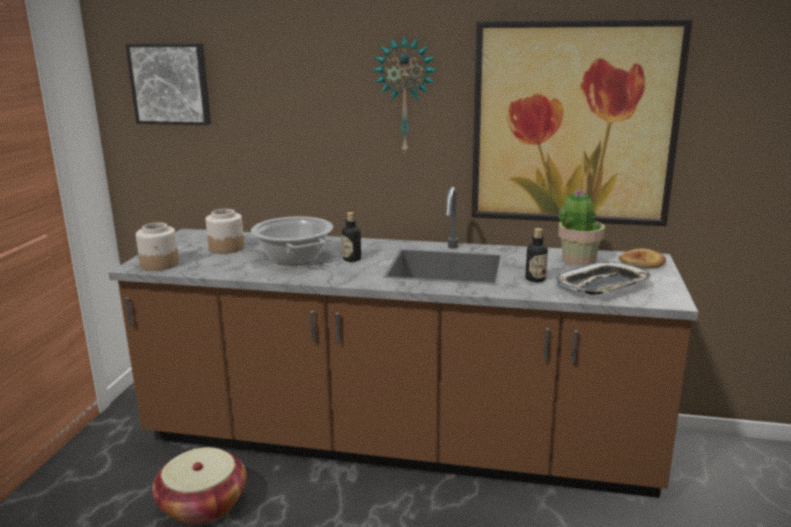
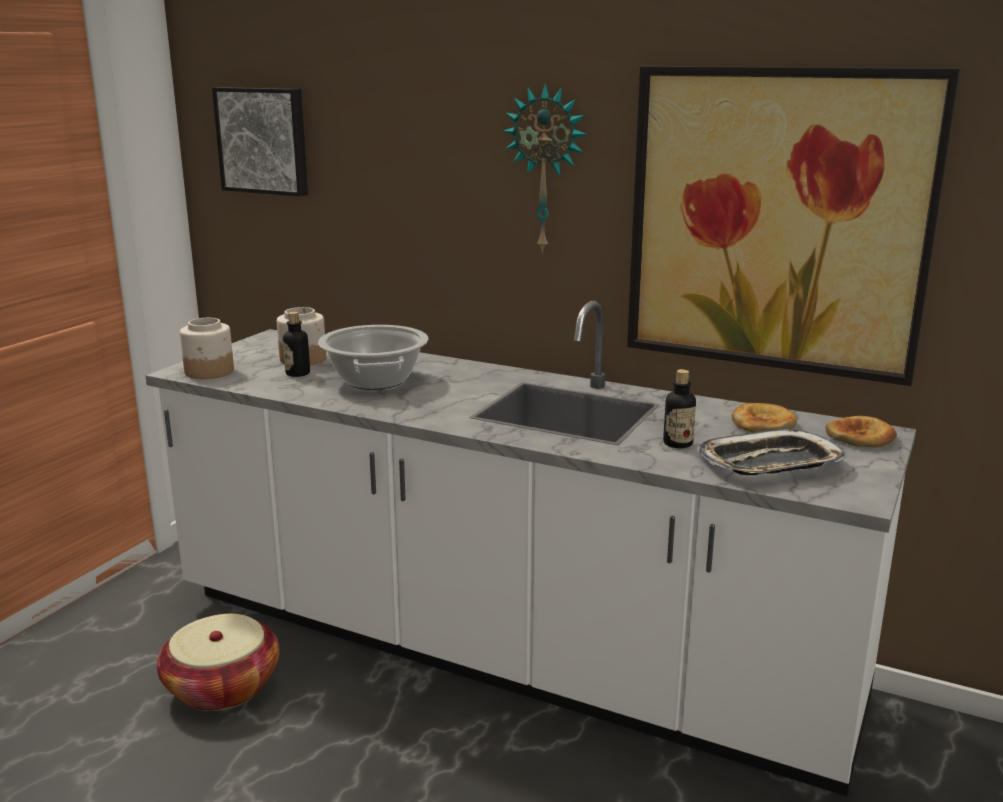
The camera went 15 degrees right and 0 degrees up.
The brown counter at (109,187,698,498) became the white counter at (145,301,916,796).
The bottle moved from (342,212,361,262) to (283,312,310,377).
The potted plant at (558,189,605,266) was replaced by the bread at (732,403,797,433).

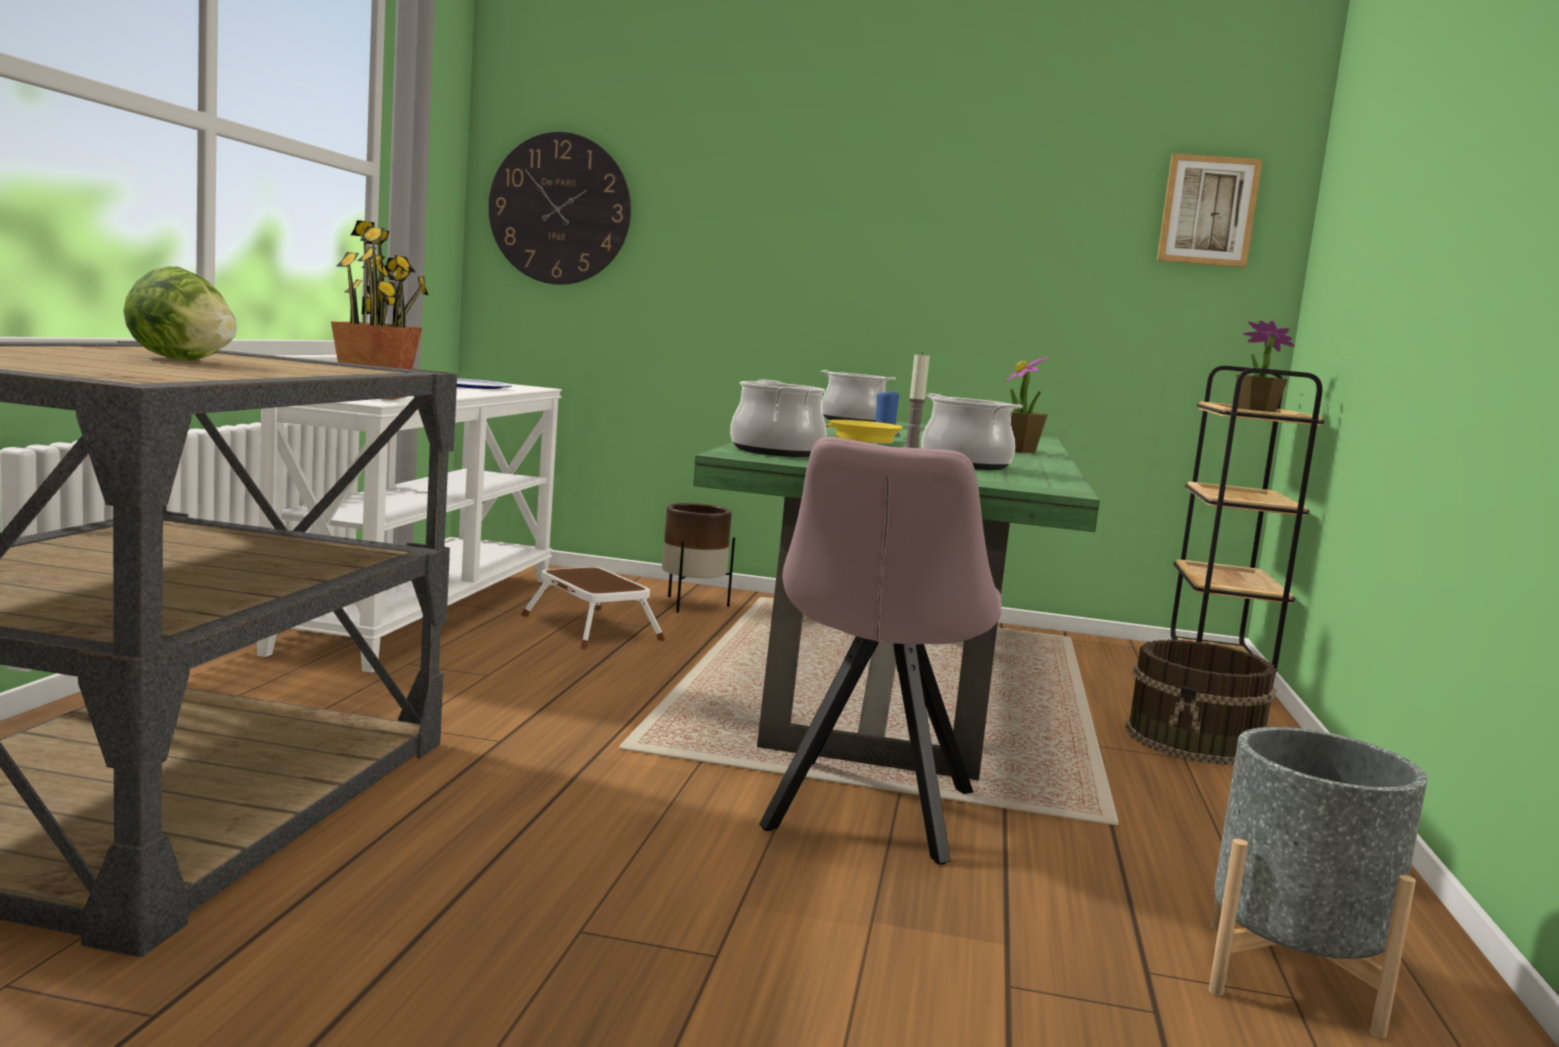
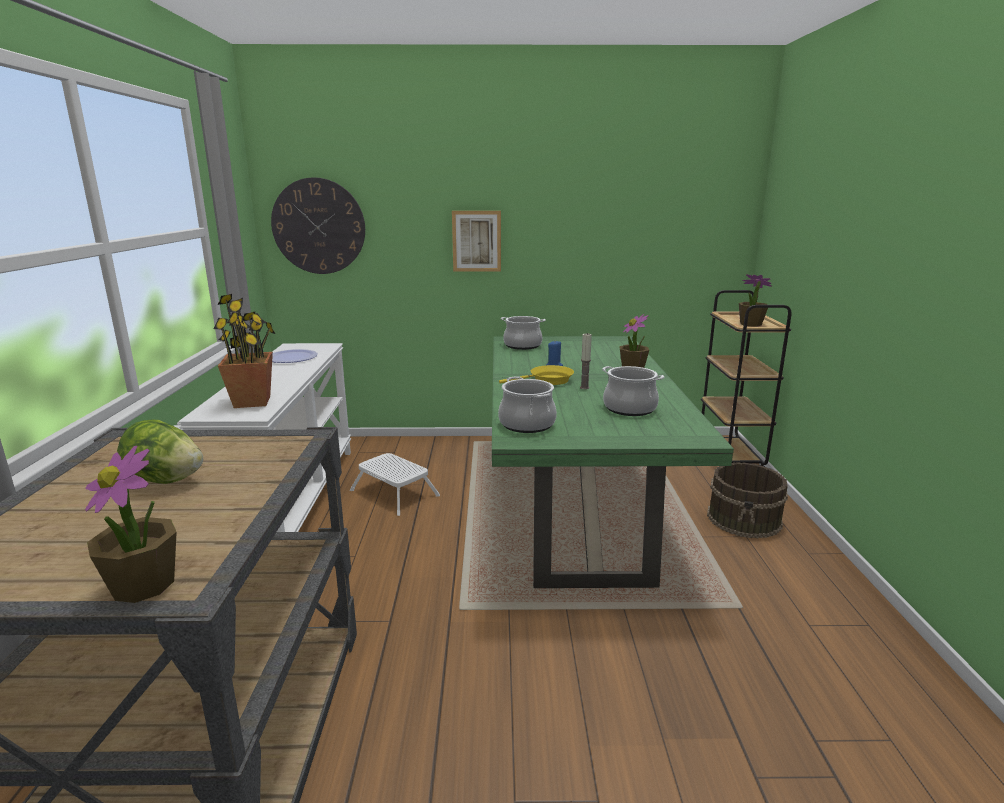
The camera went 10 degrees left and 10 degrees up.
The potted plant at (85,446,177,603) appeared.
The brown step ladder at (521,567,665,649) became the white step ladder at (350,453,440,516).
The picture moved from (1157,154,1263,268) to (452,211,501,272).
The brown planter at (662,503,735,613) disappeared.
The pink chair at (759,437,1002,865) disappeared.
The grey planter at (1209,727,1427,1038) disappeared.

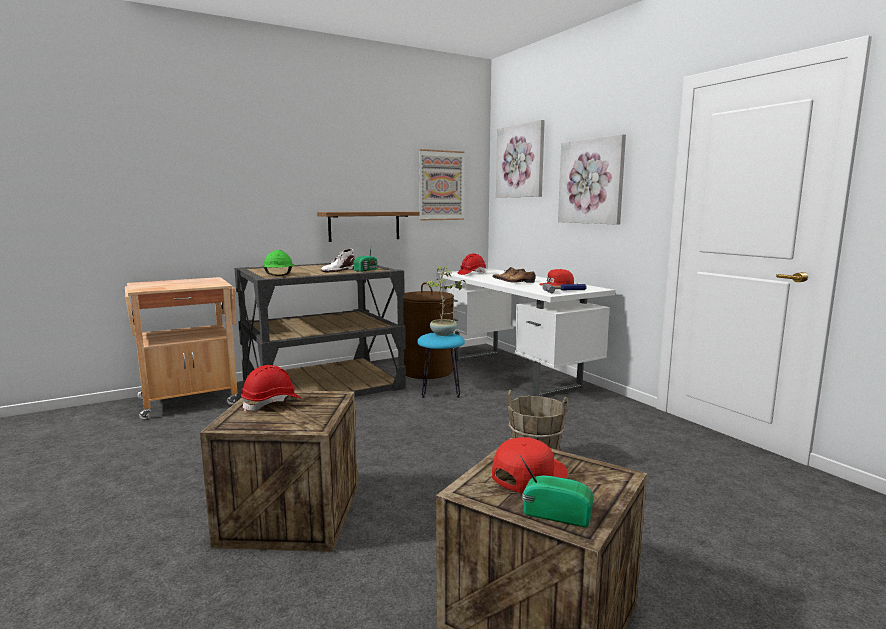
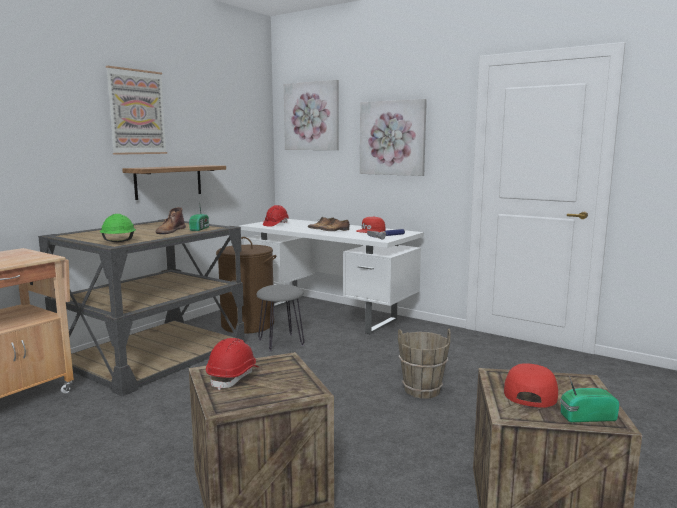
The camera went 25 degrees left and 0 degrees up.
The picture moved from (419,149,464,220) to (106,66,167,155).
The white boot at (321,249,355,273) became the brown boot at (155,207,186,234).
The turquoise stool at (417,333,465,398) became the grey stool at (256,284,304,351).
The potted plant at (426,266,466,336) disappeared.

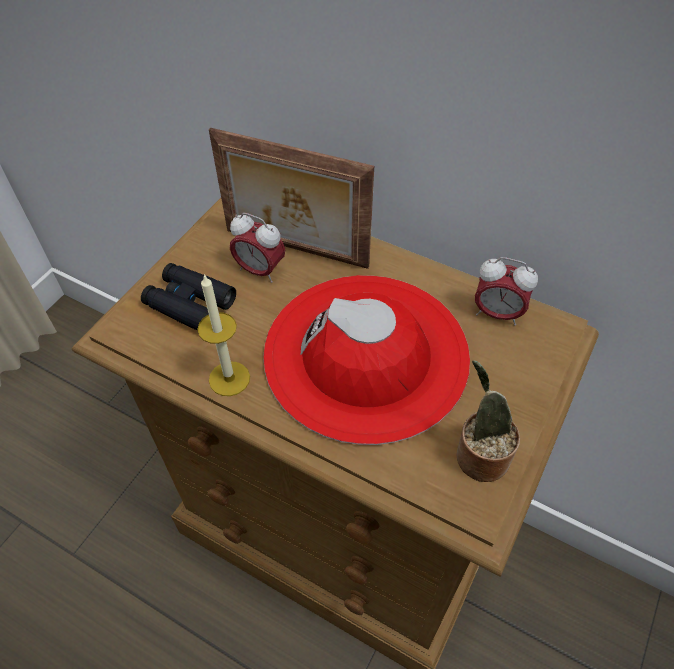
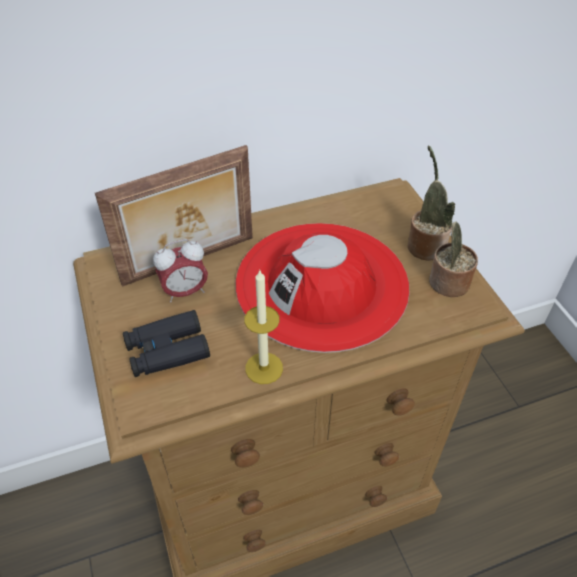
The camera went 50 degrees left and 5 degrees down.
The potted plant at (408,145,452,261) appeared.
The alarm clock at (475,257,538,325) disappeared.

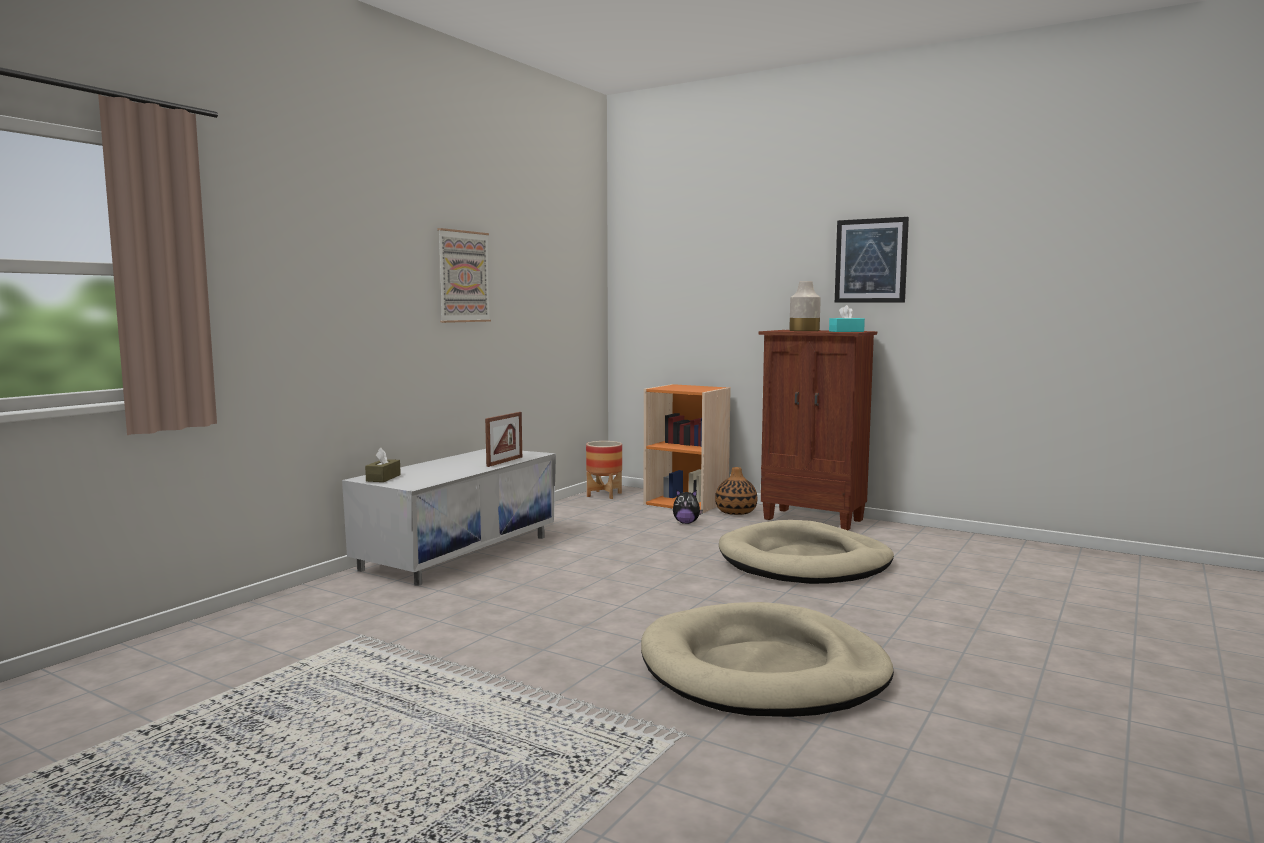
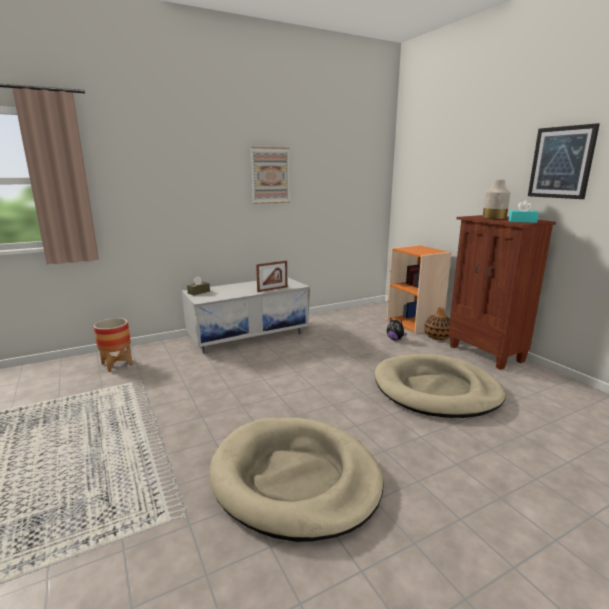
The camera went 30 degrees right and 10 degrees up.
The planter moved from (586,441,622,499) to (94,318,133,372).

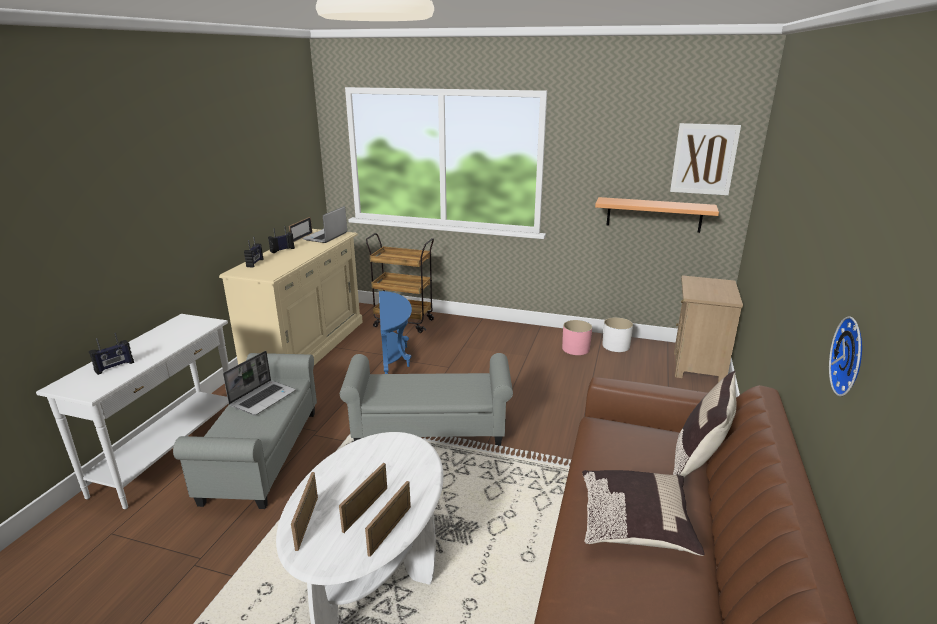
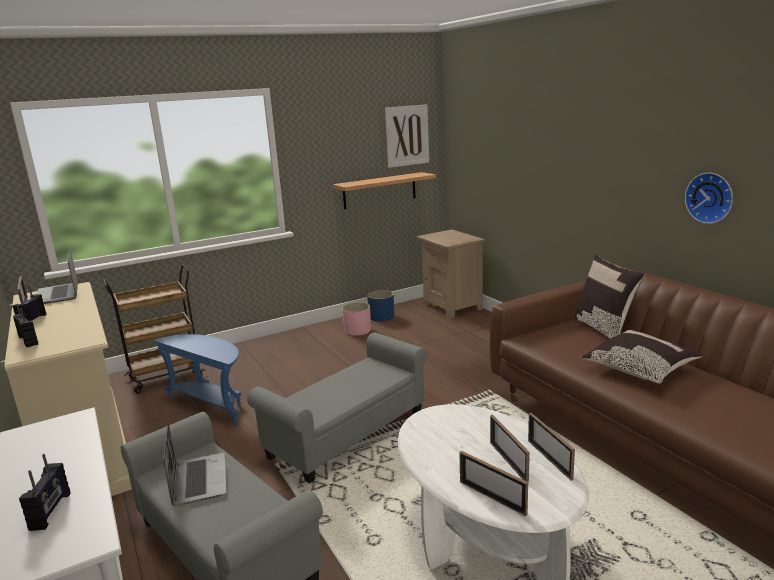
The camera went 45 degrees left and 5 degrees down.
The white planter at (602,317,633,352) became the blue planter at (367,290,394,321).

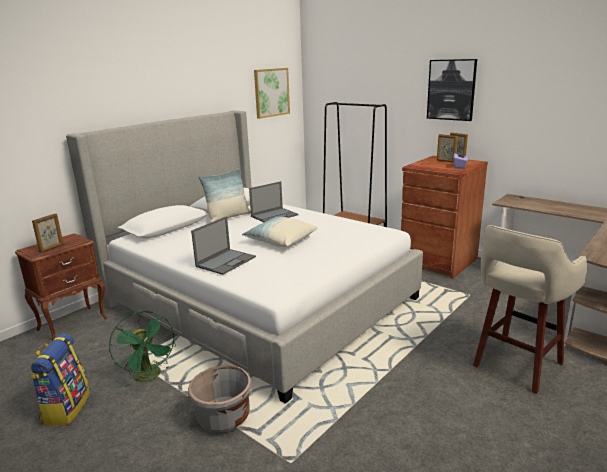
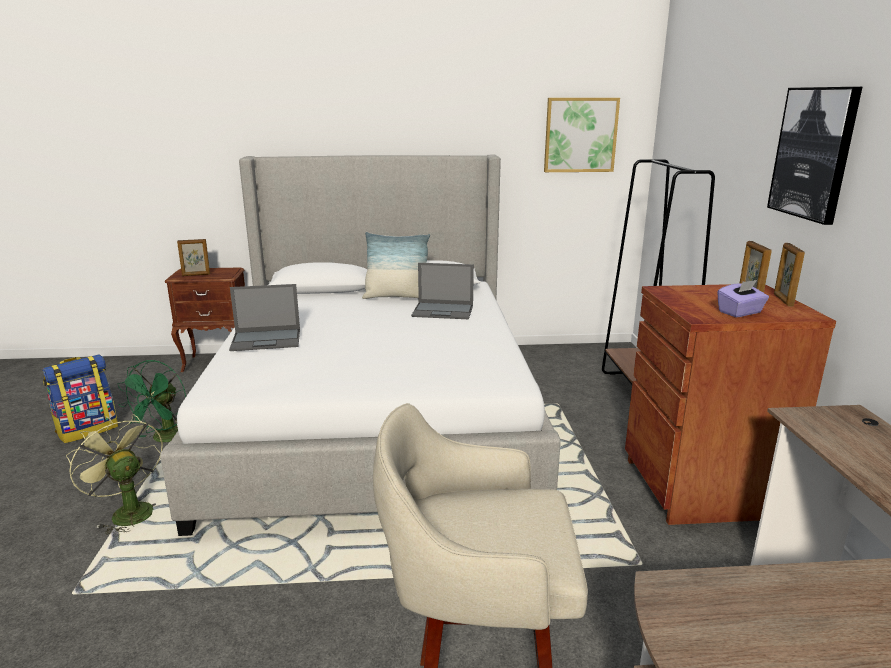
The camera went 45 degrees right and 0 degrees up.
The grey planter at (188,365,252,433) was replaced by the green fan at (66,414,163,534).
The pillow at (242,217,318,247) disappeared.

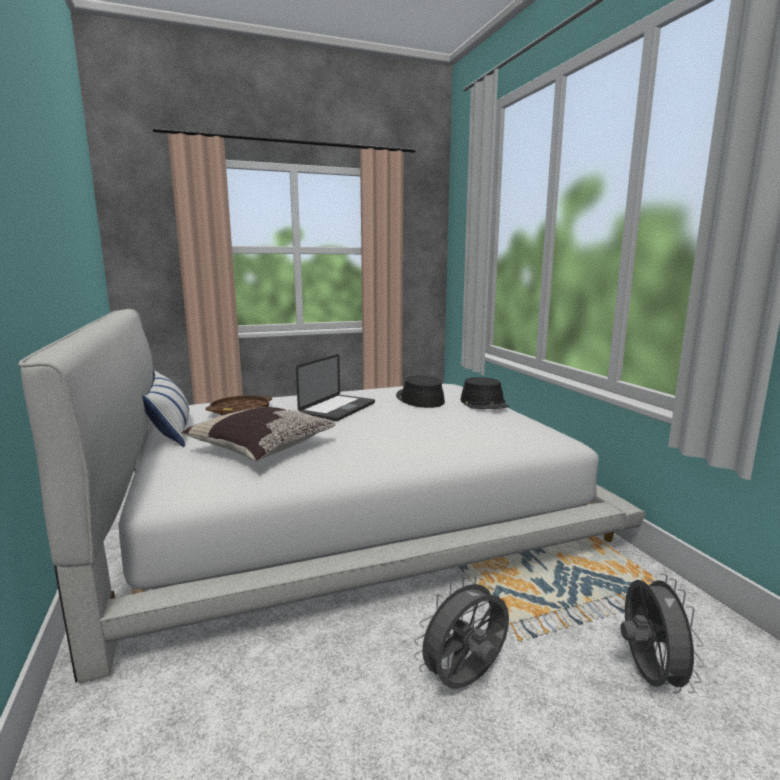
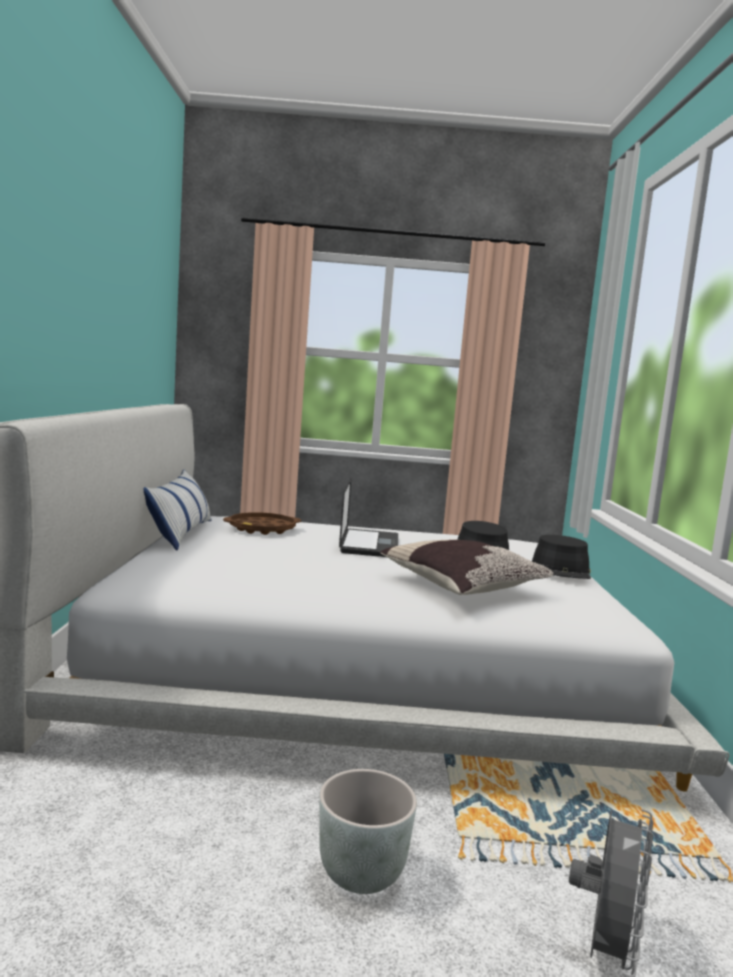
The camera went 20 degrees right and 5 degrees down.
The grey fan at (414,576,509,689) was replaced by the grey planter at (319,769,417,894).
The laptop at (296,354,375,421) turned 45 degrees counterclockwise.
The pillow moved from (182,407,335,462) to (380,540,553,595).

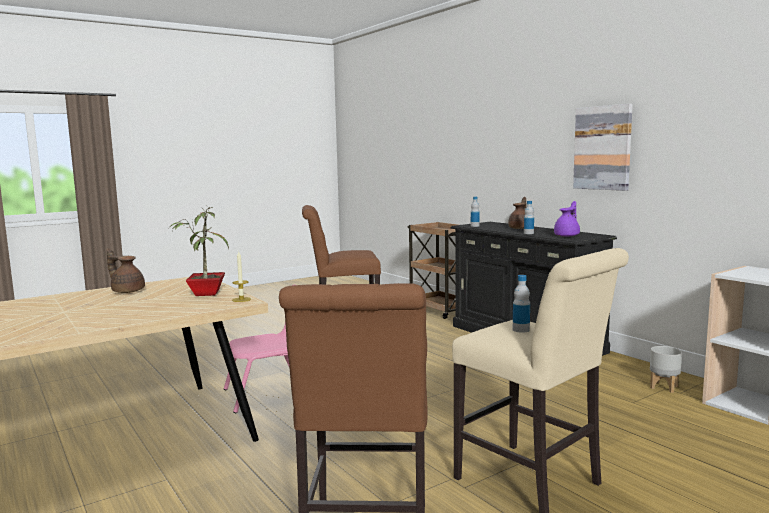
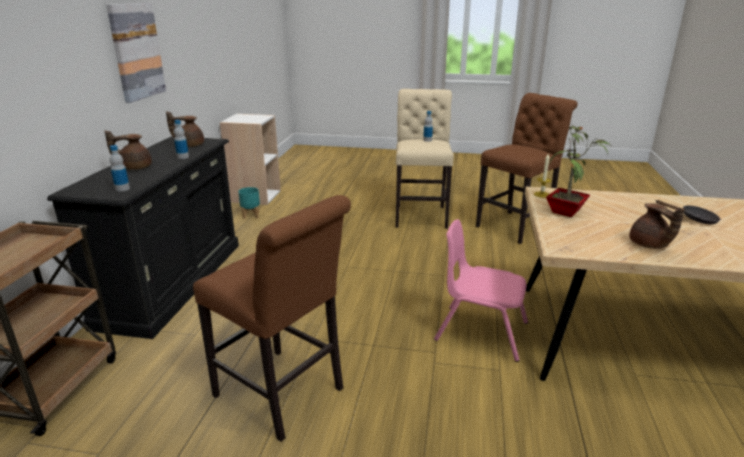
The camera went 135 degrees left and 15 degrees up.
The purple teapot at (554,201,580,237) became the brown teapot at (166,111,204,147).
The grey planter at (650,346,682,393) became the turquoise planter at (238,187,260,219).
The black frying pan at (655,200,720,224) appeared.

